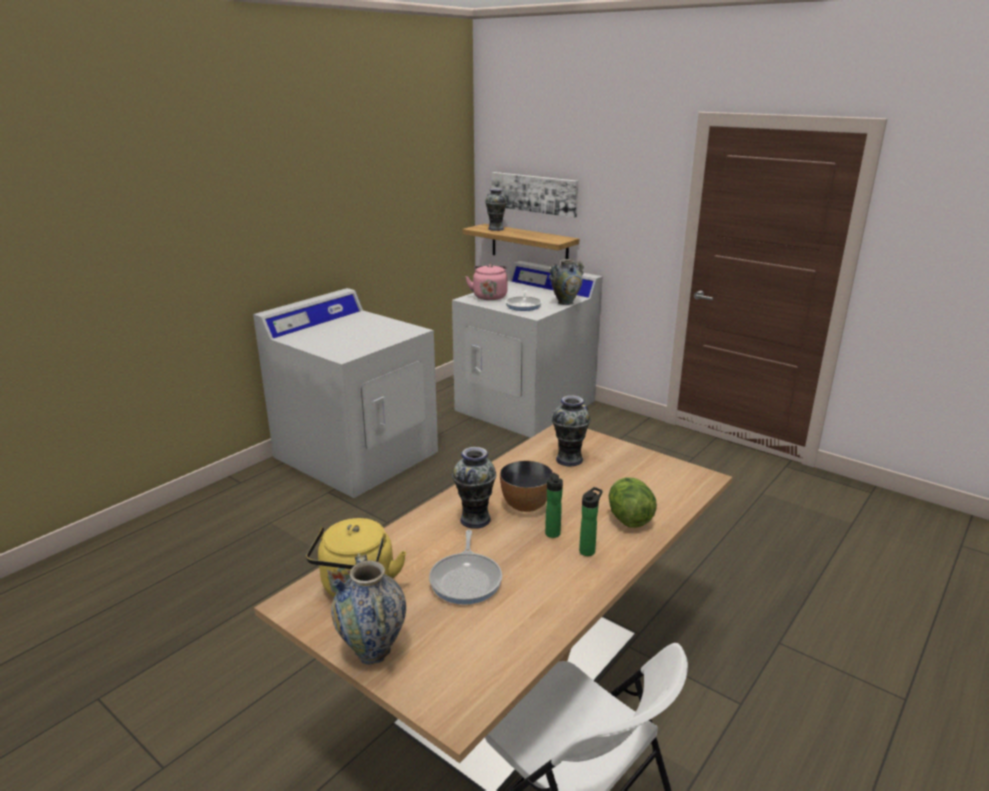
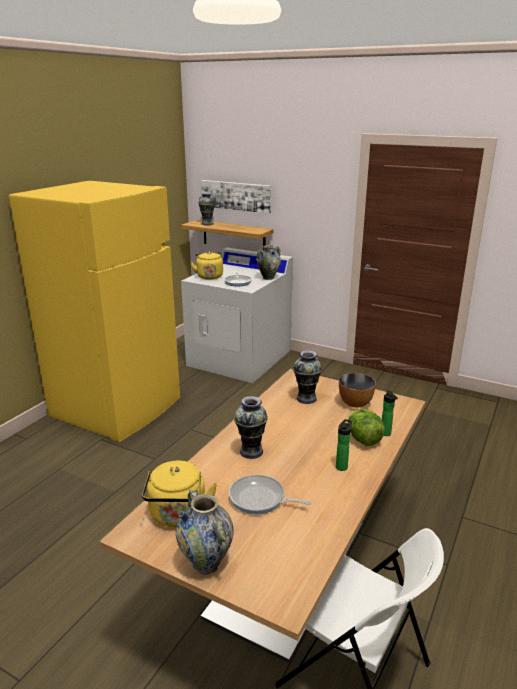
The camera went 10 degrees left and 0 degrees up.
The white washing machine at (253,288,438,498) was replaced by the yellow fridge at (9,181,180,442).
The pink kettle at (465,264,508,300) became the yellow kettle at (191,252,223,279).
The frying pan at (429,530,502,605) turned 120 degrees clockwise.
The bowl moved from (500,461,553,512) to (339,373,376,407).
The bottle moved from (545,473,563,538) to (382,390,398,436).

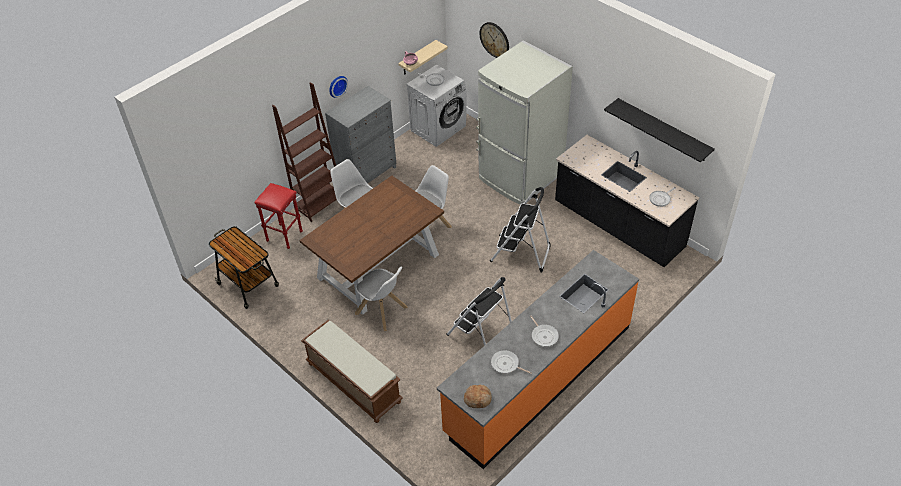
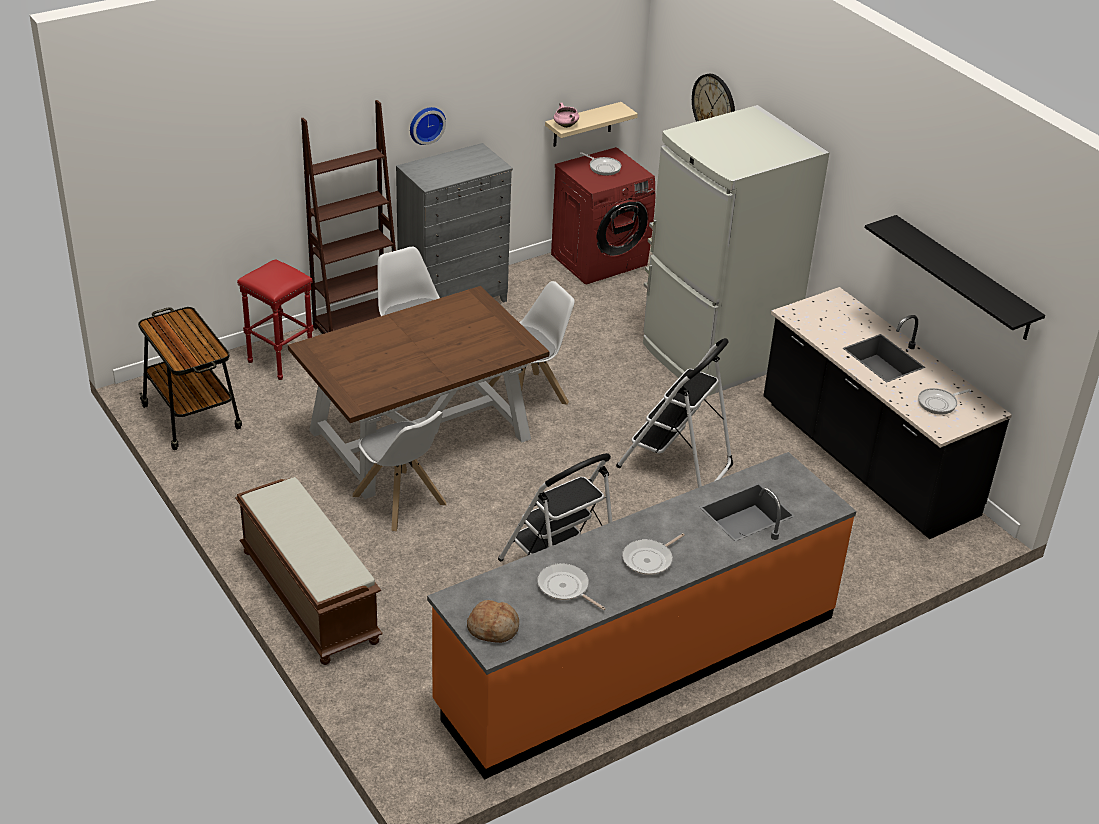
The camera went 10 degrees right and 10 degrees down.
The white washing machine at (406,65,467,147) became the red washing machine at (551,147,656,284).
The frying pan at (530,316,559,346) turned 60 degrees clockwise.

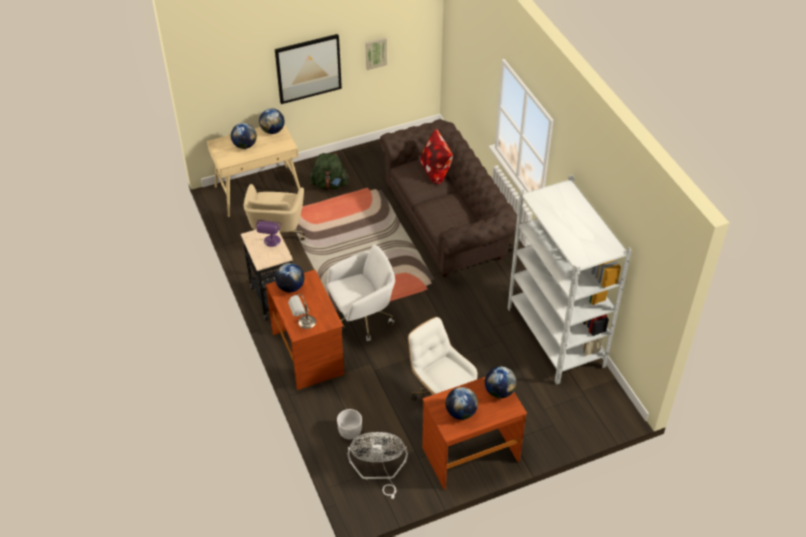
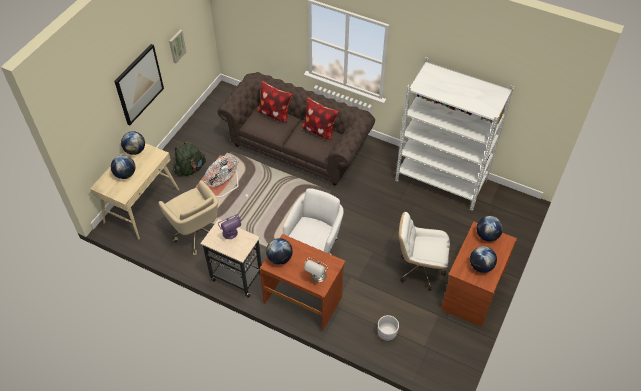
The camera went 40 degrees left and 5 degrees up.
The white fan moved from (347,432,408,499) to (204,155,249,198).
The pillow at (302,97,339,140) appeared.

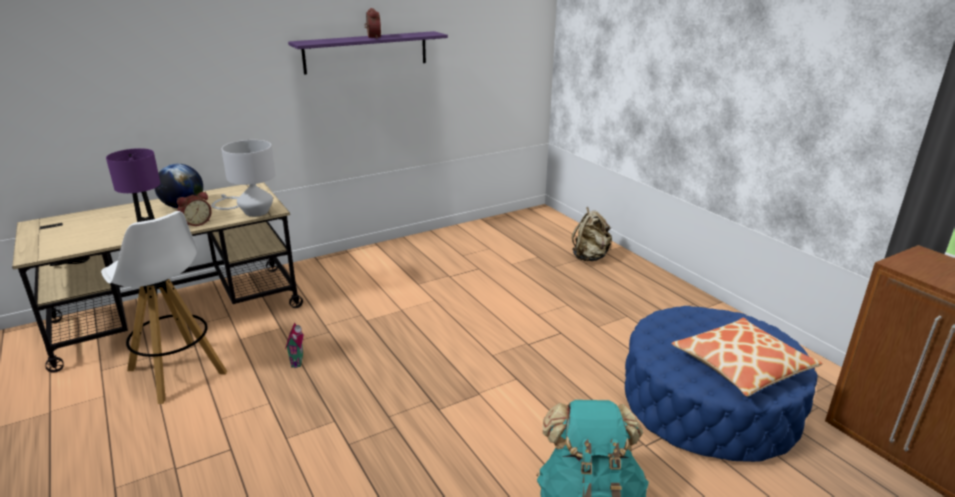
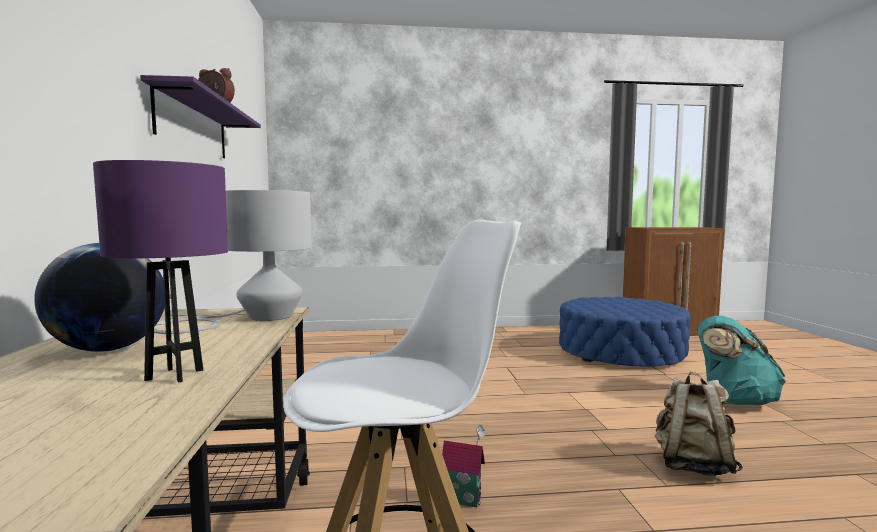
The camera went 65 degrees left and 20 degrees down.
The beige backpack moved from (572,207,612,261) to (655,372,743,476).
The alarm clock at (177,192,212,226) disappeared.
The pillow at (672,318,823,397) disappeared.

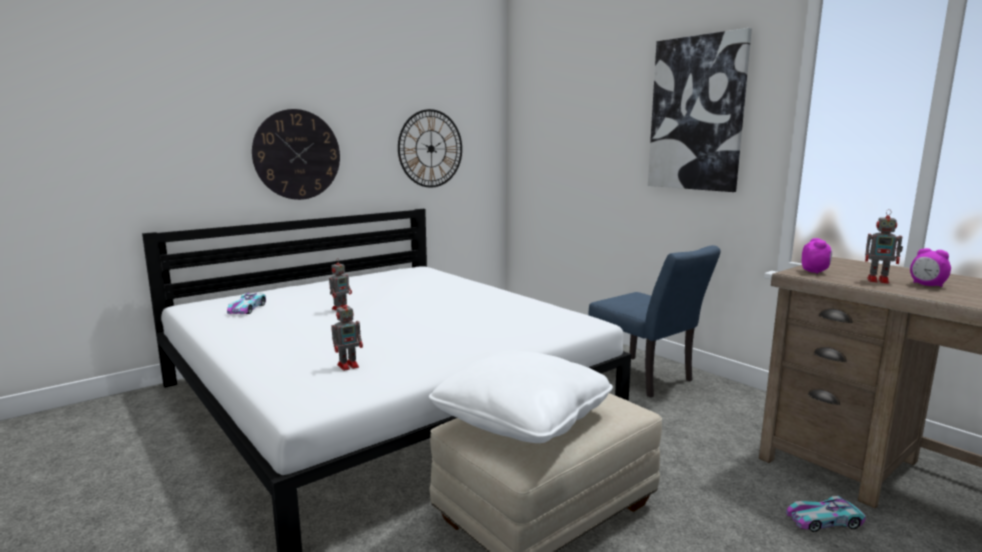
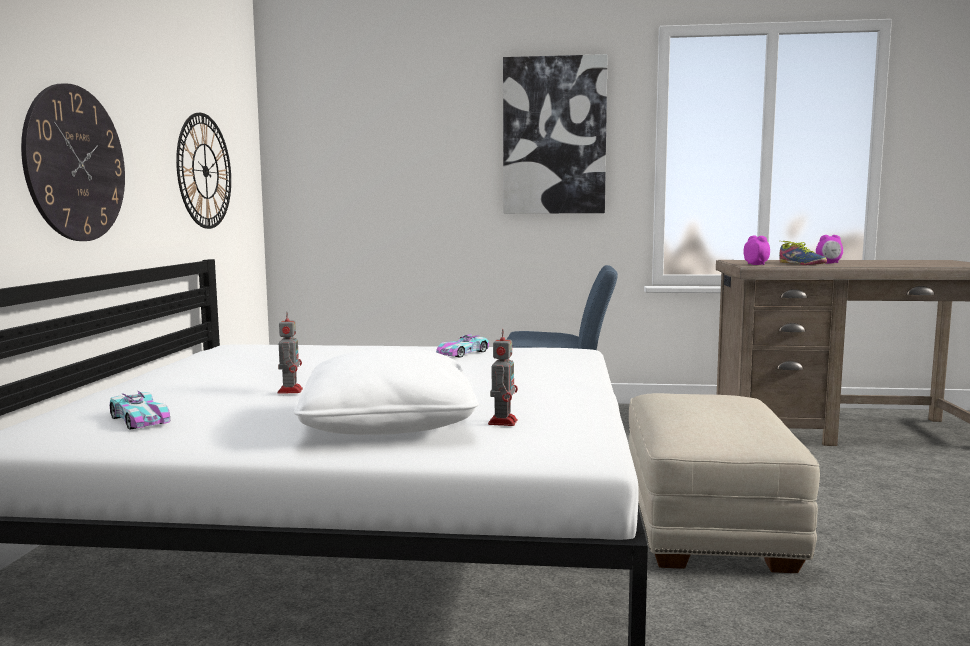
The camera went 45 degrees left and 5 degrees down.
The white pillow moved from (429,351,613,443) to (294,349,479,435).
The toy car moved from (786,496,866,532) to (436,334,489,358).
The toy robot at (865,209,903,284) was replaced by the shoe at (779,241,827,265).

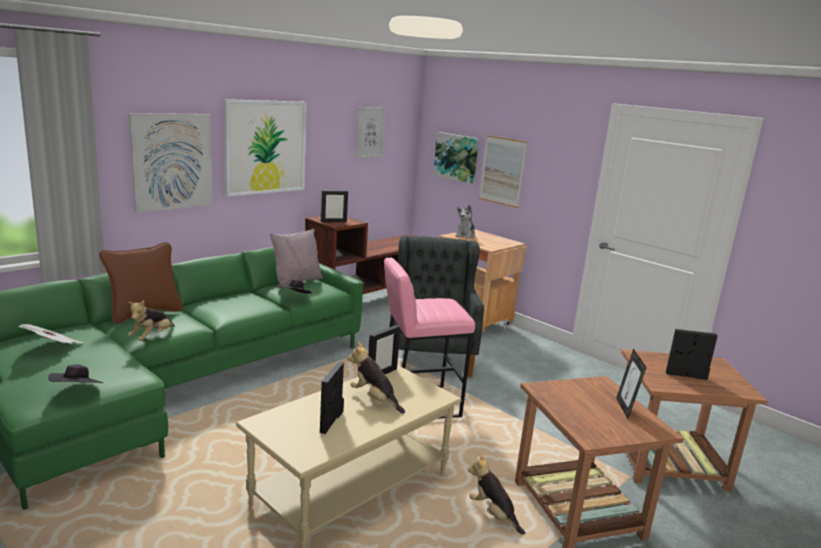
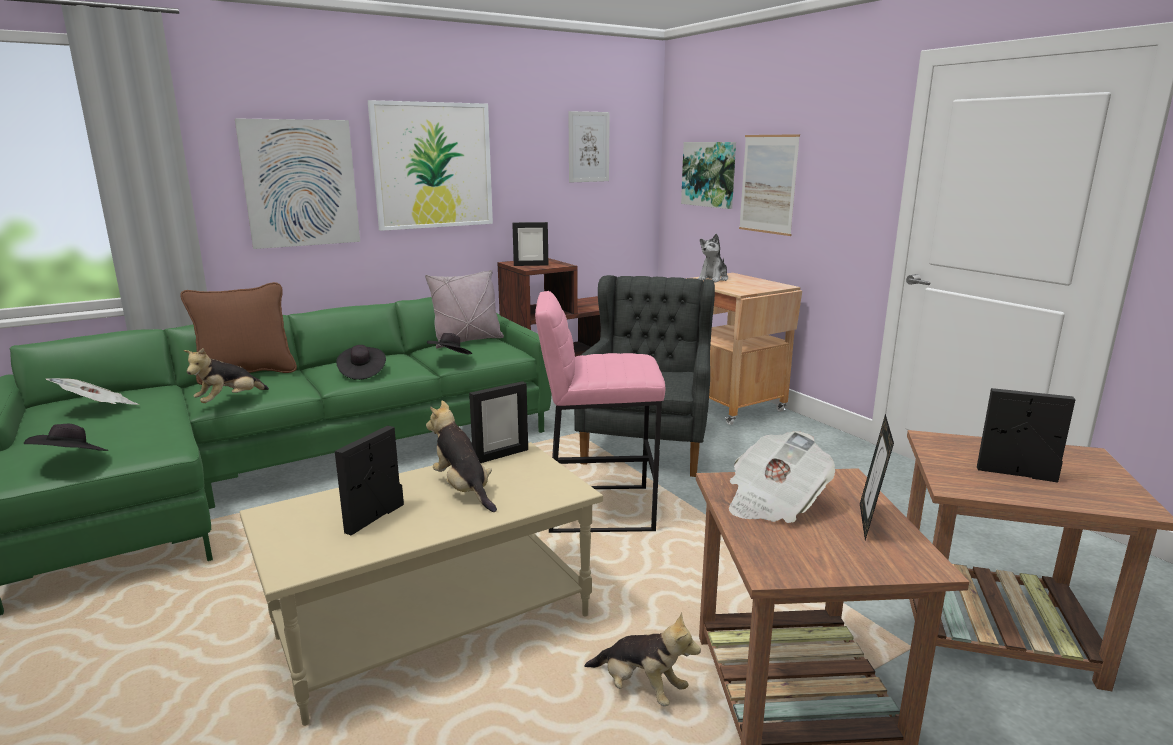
The camera went 15 degrees right and 0 degrees up.
The black hat at (336,345,386,380) appeared.
The plush toy at (468,453,526,535) turned 150 degrees clockwise.
The newspaper at (729,431,835,523) appeared.

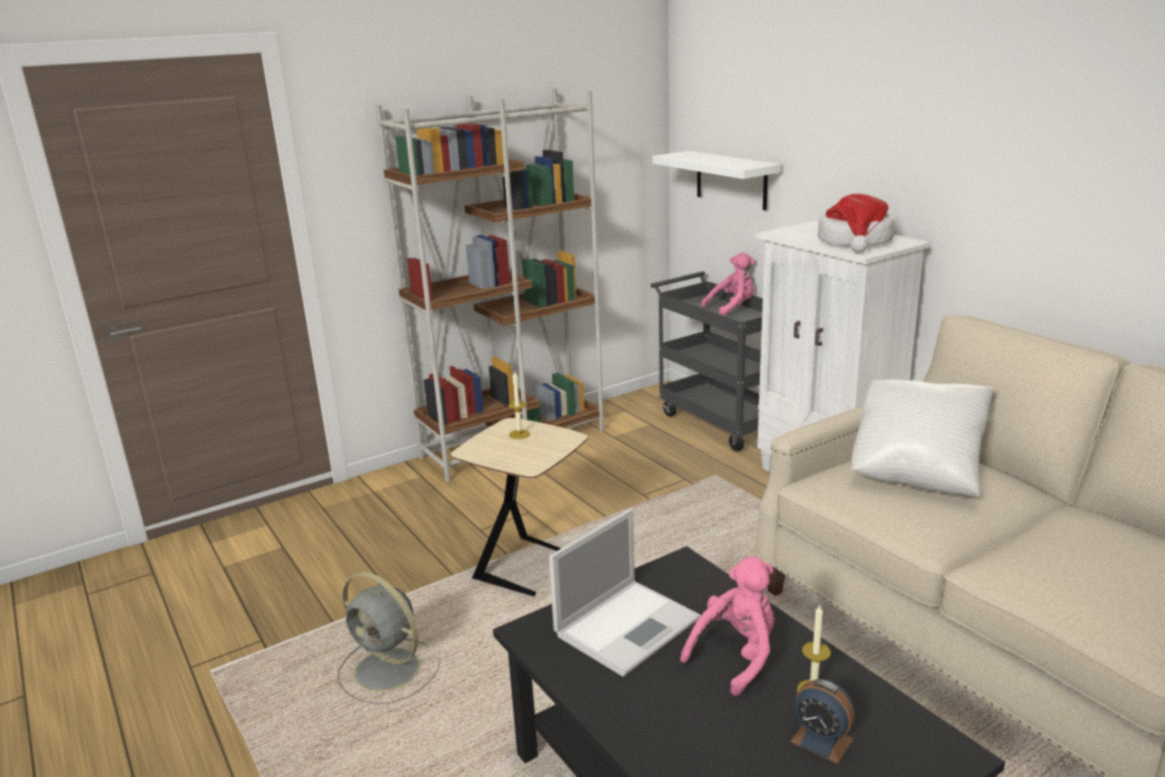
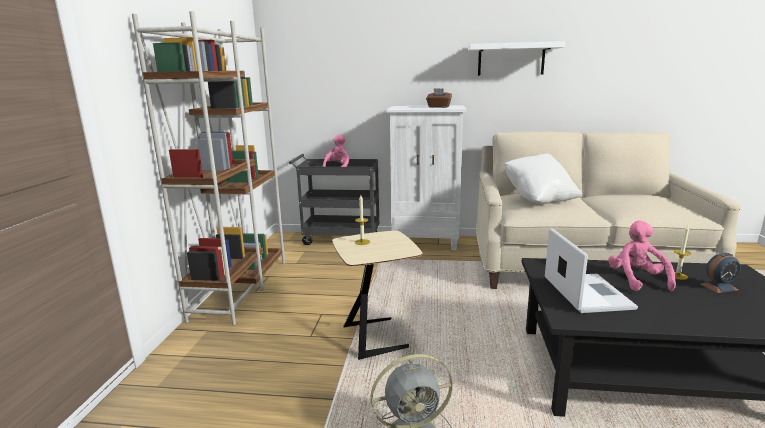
The camera went 50 degrees left and 5 degrees down.
The hat at (818,194,895,253) was replaced by the brown tissue box at (426,88,452,108).
The white shelf moved from (652,151,781,210) to (468,41,565,76).

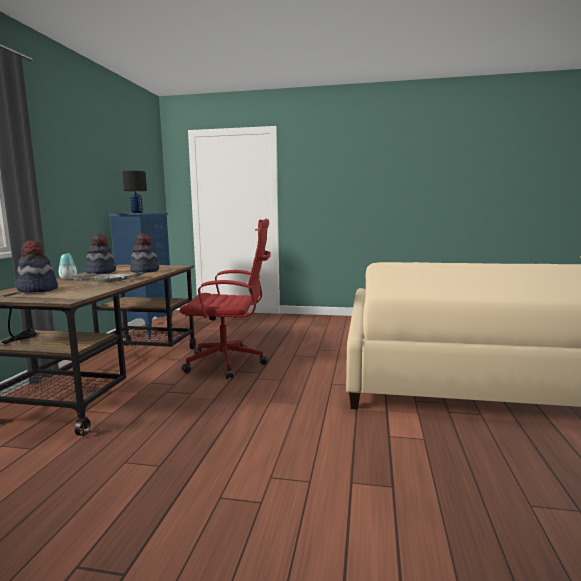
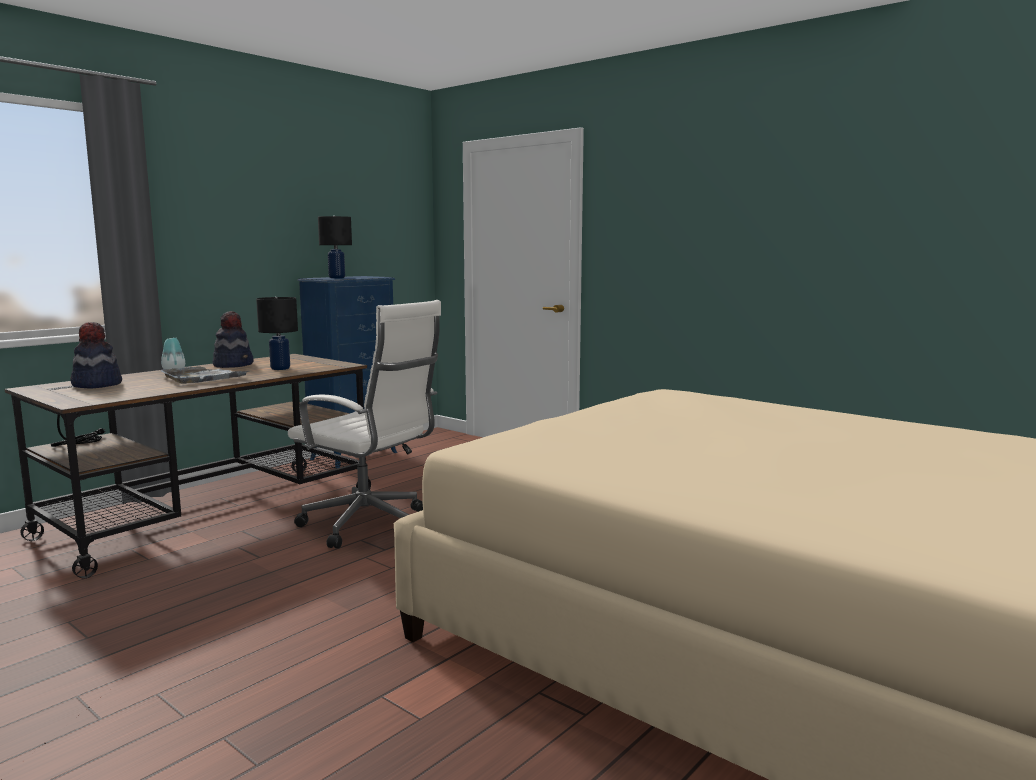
The camera went 30 degrees right and 0 degrees up.
The hat at (130,233,159,273) was replaced by the black table lamp at (256,297,298,370).
The red office chair at (180,218,271,379) became the white office chair at (288,300,441,549).

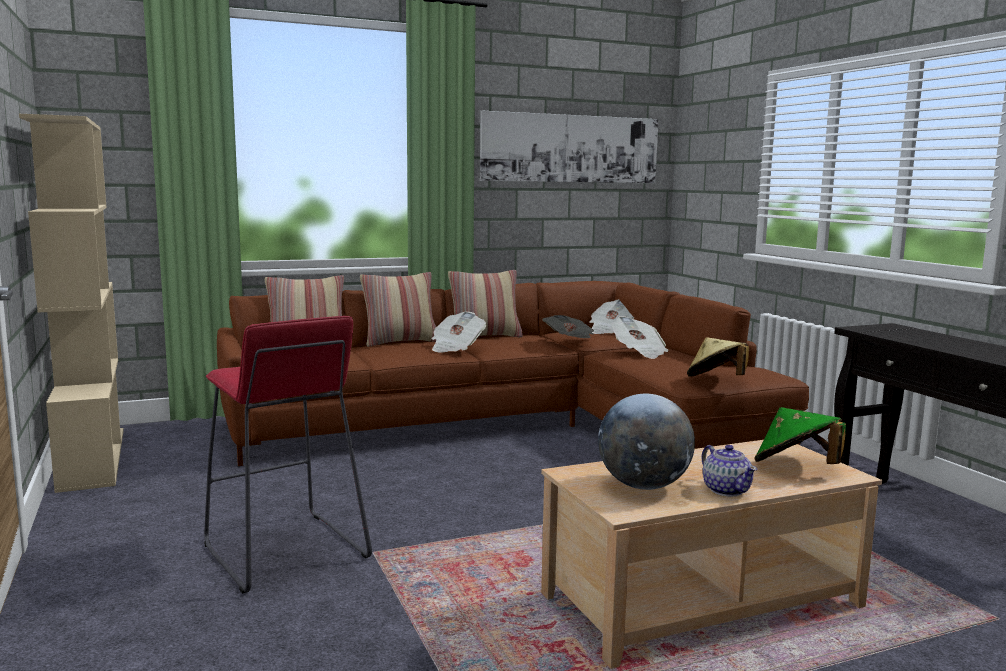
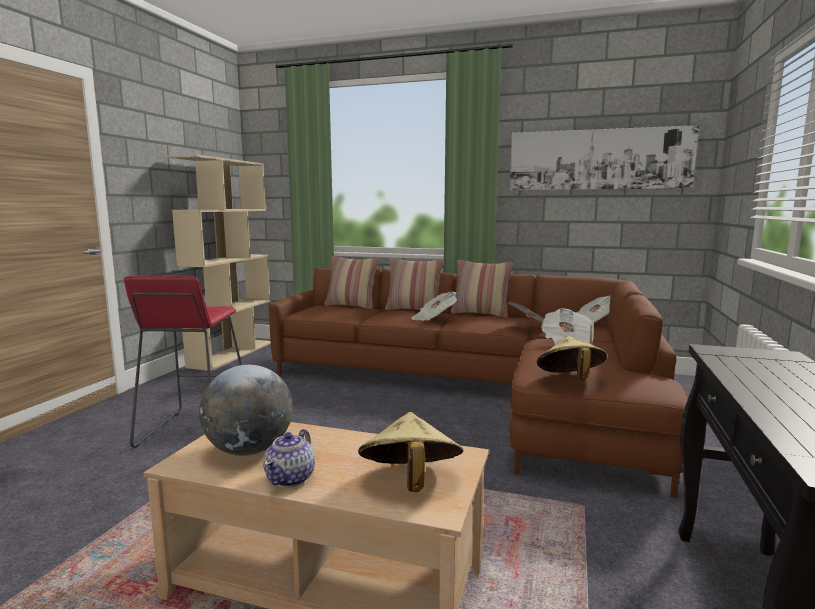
The camera went 40 degrees right and 0 degrees up.
The green hat at (754,407,846,464) became the beige hat at (358,412,463,492).

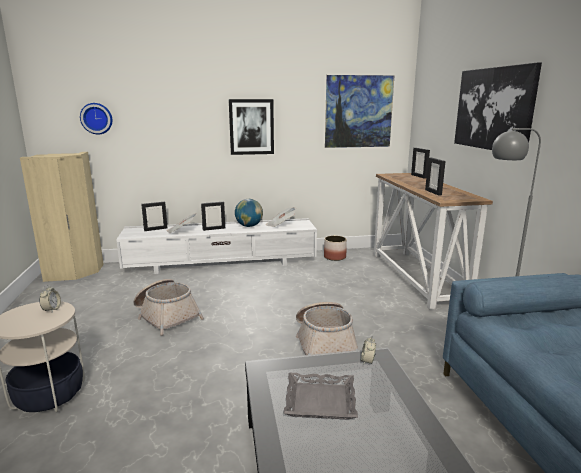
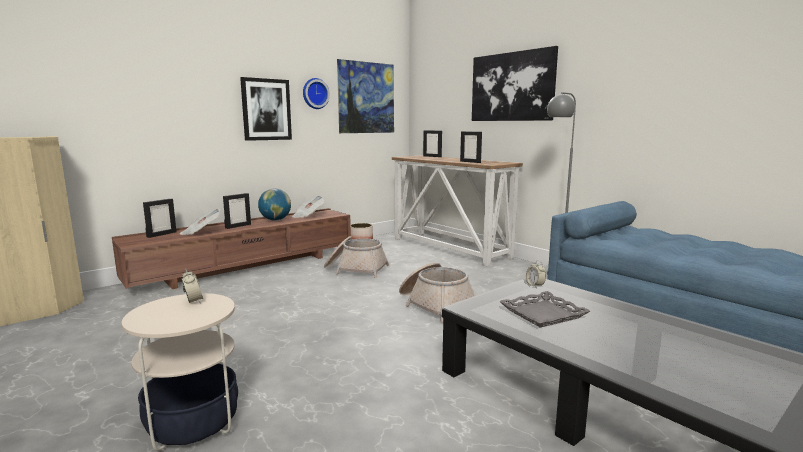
The camera went 30 degrees left and 5 degrees down.
The white tv stand at (116,218,317,274) became the brown tv stand at (112,208,351,289).
The wall clock moved from (80,103,112,135) to (303,78,330,109).
The basket moved from (134,279,204,336) to (324,236,389,278).

